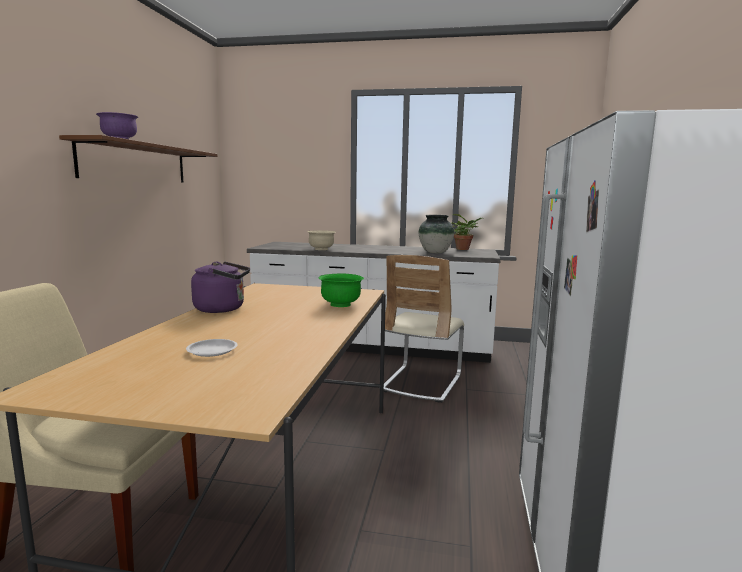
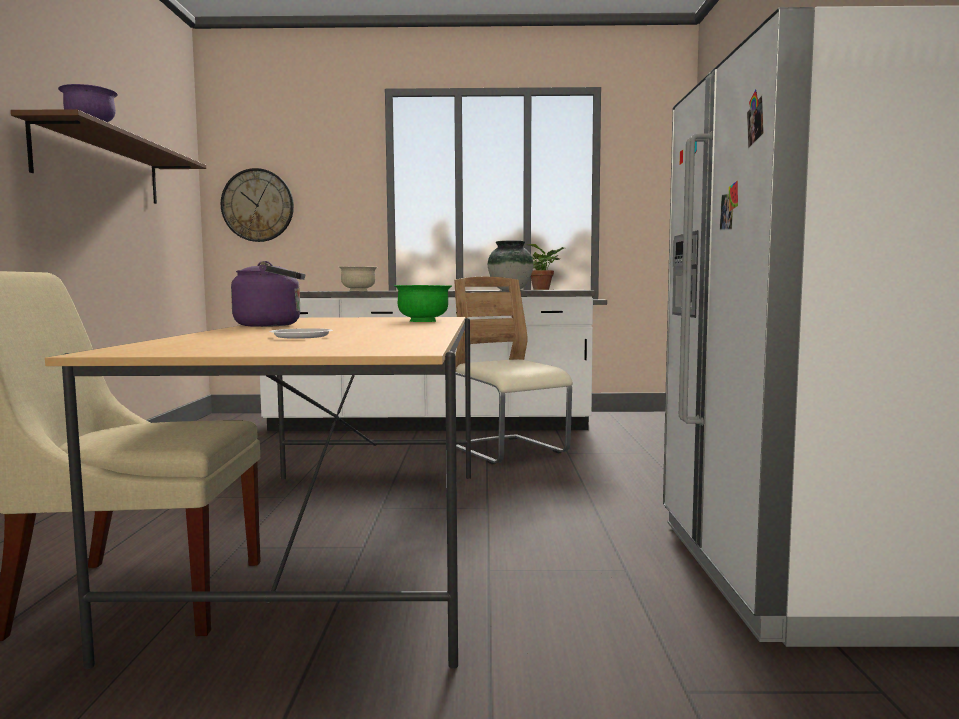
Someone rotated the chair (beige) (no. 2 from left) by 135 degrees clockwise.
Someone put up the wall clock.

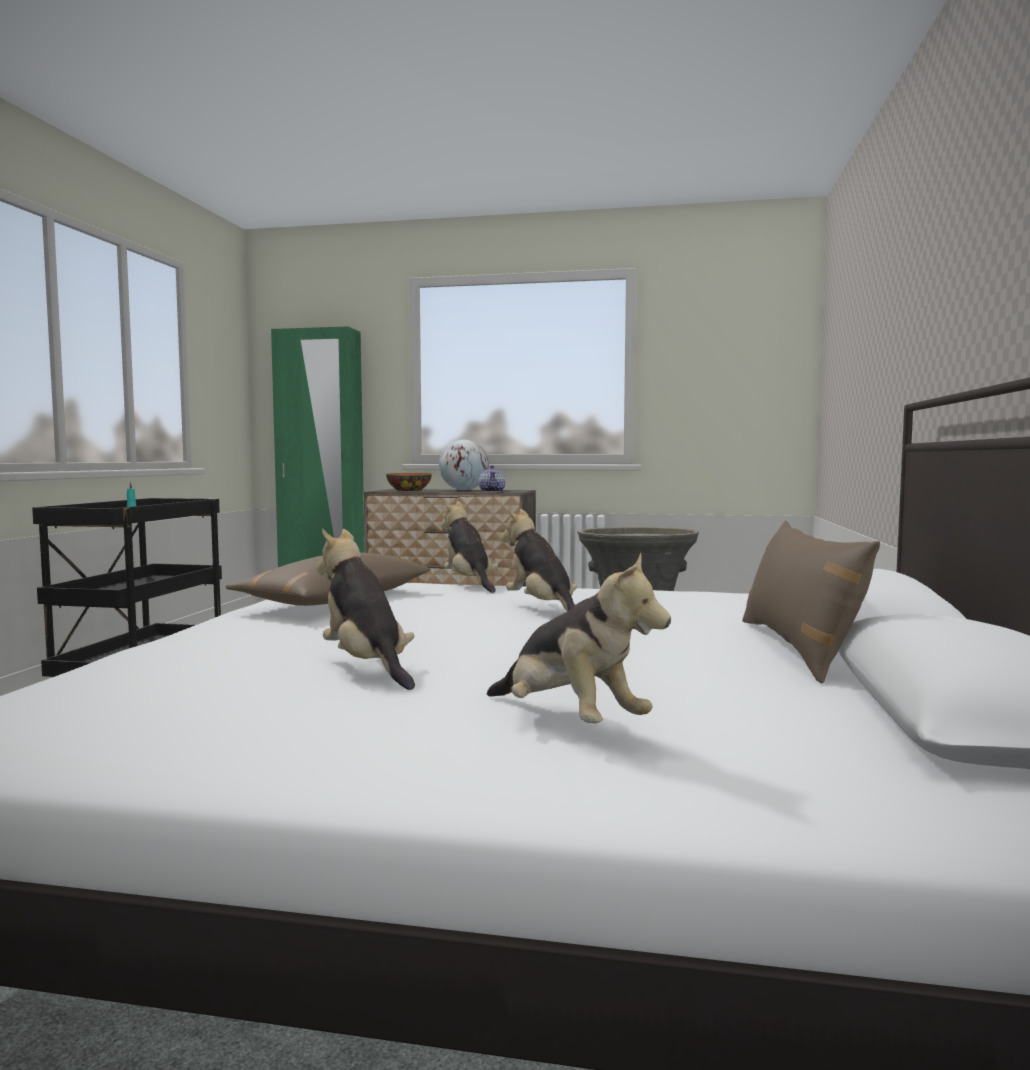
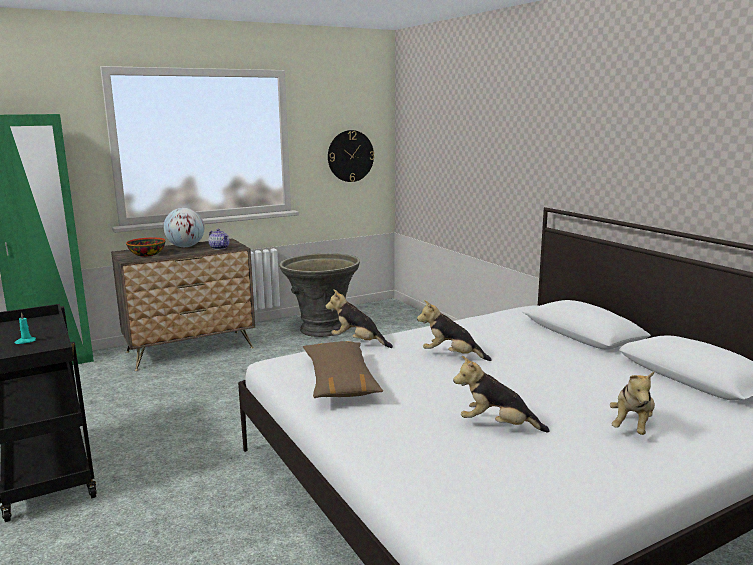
Someone took away the pillow (brown) (no. 2 from left).
Someone rotated the plush toy (no. 4 from left) by 105 degrees clockwise.
Someone put up the wall clock.

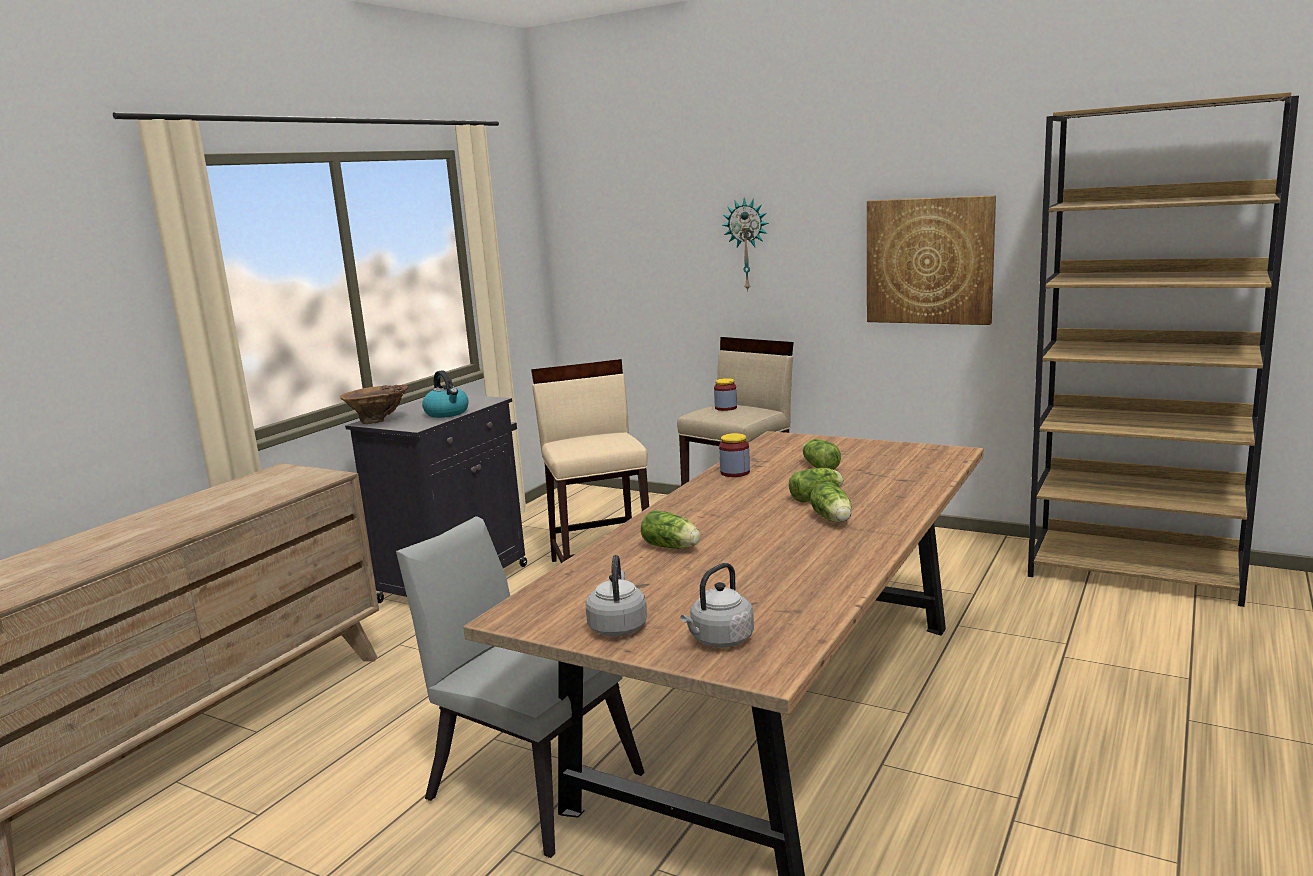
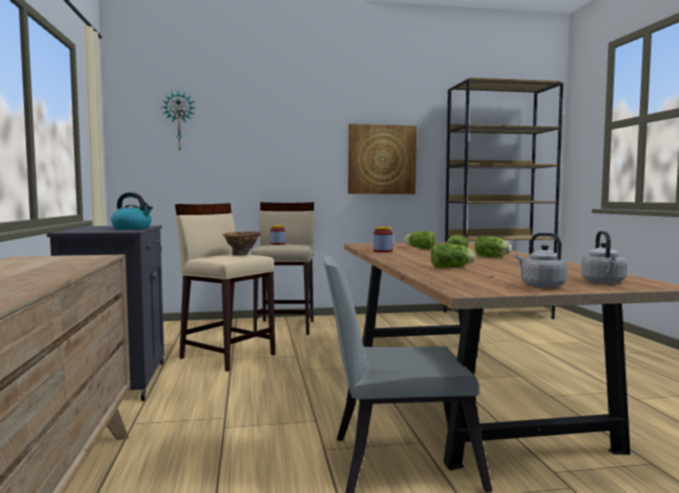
Someone carried the wall clock.
Someone carried the vase (brown).

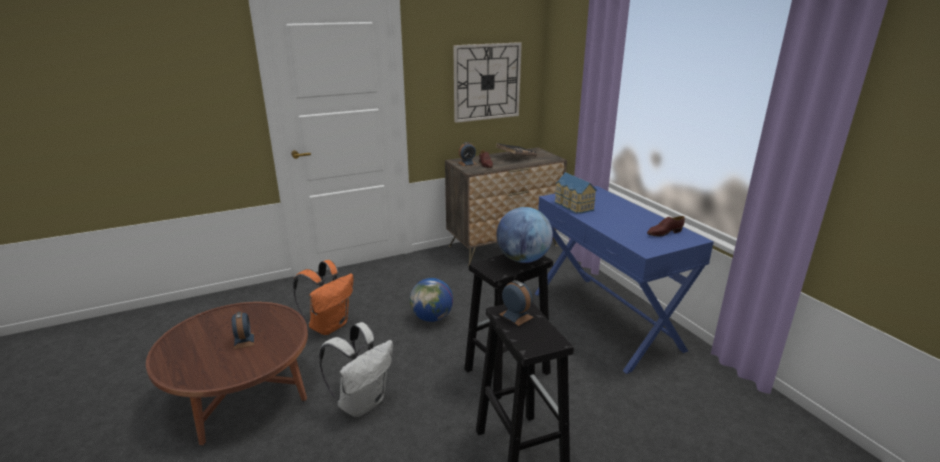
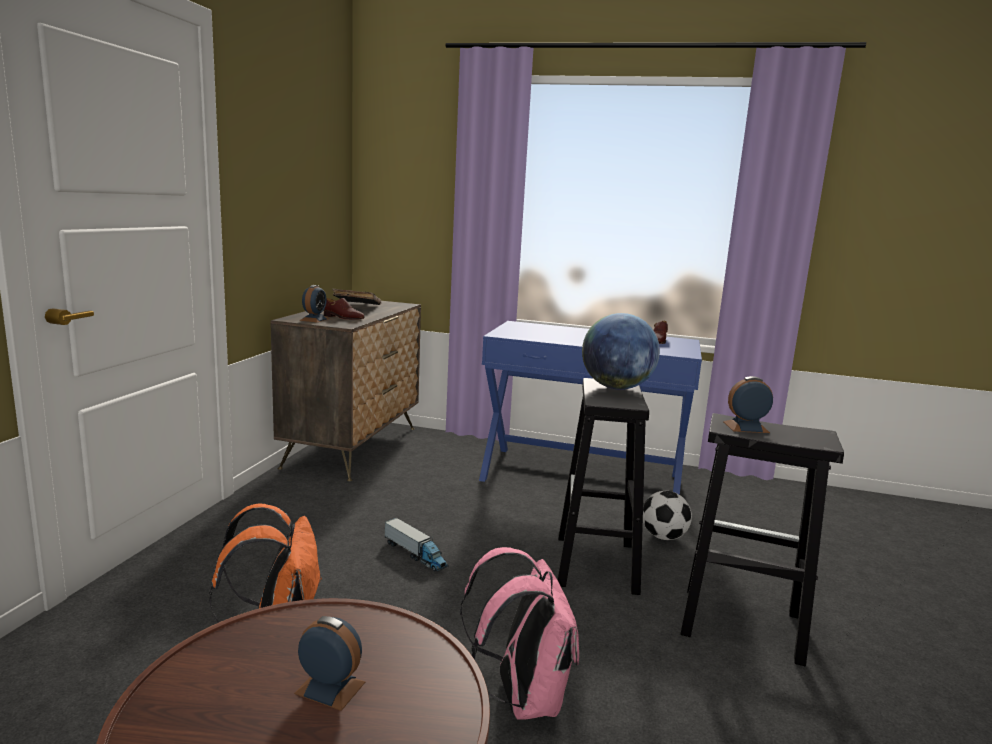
Someone took away the wall clock.
Someone took away the toy house.
Someone swapped the globe (no. 1 from left) for the toy truck.
Someone repainted the backpack (white), which became the backpack (pink).
Someone put down the football.

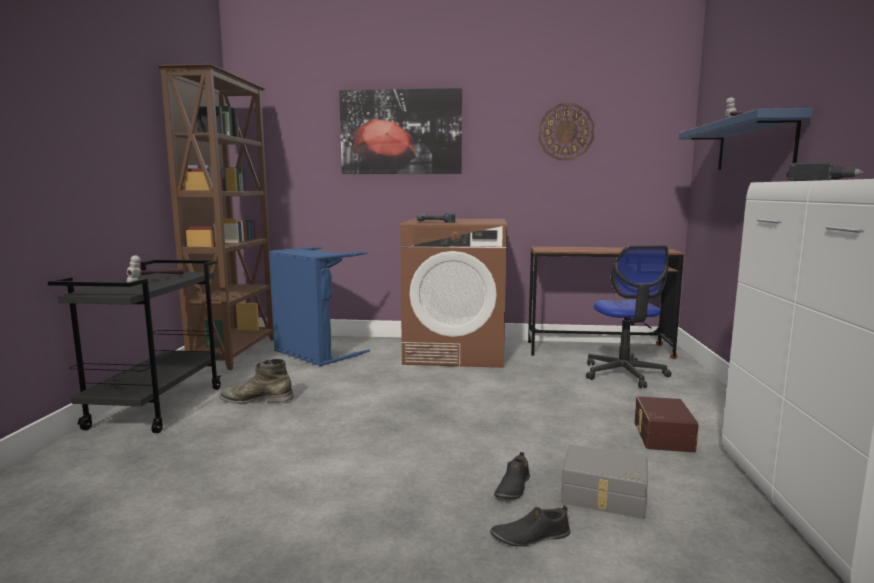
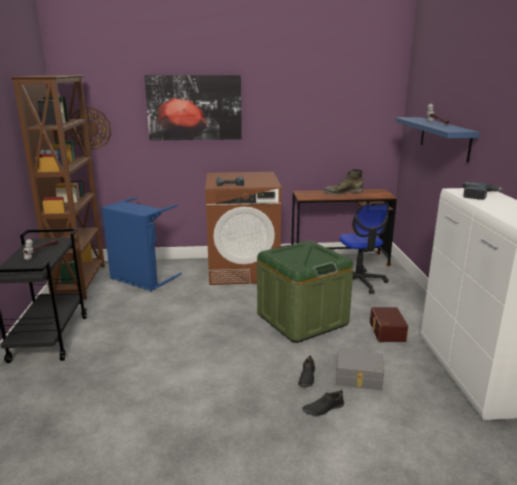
Someone carried the wall clock.
Someone carried the boot (green).
Someone put down the storage box (green).

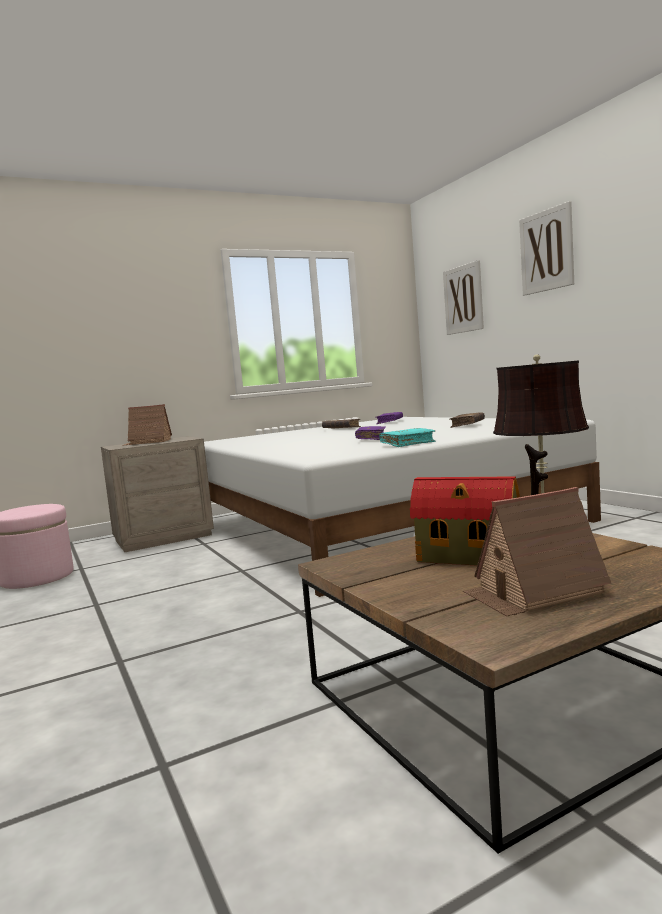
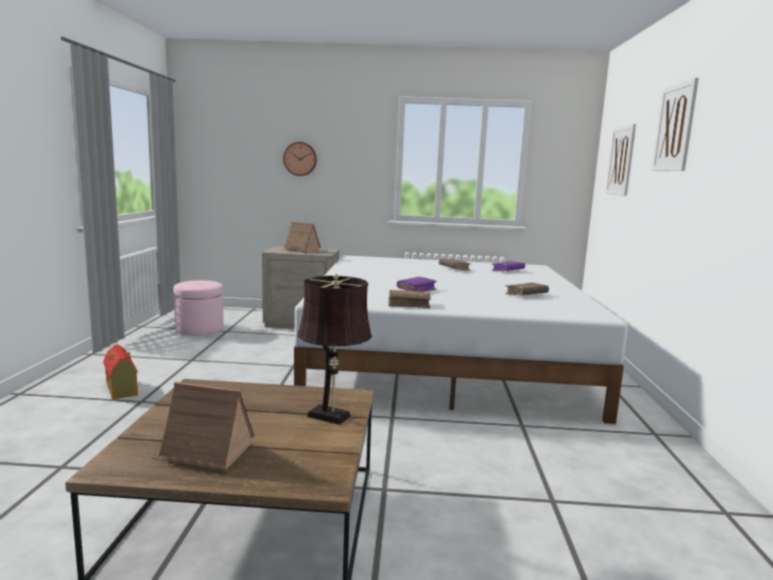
Someone repainted the book (turquoise), which became the book (brown) (no. 1 from left).
Someone carried the toy house (no. 2 from left in the first image).
Someone put up the wall clock.

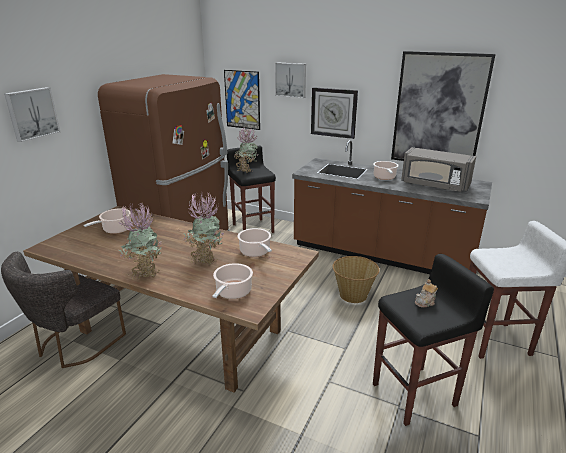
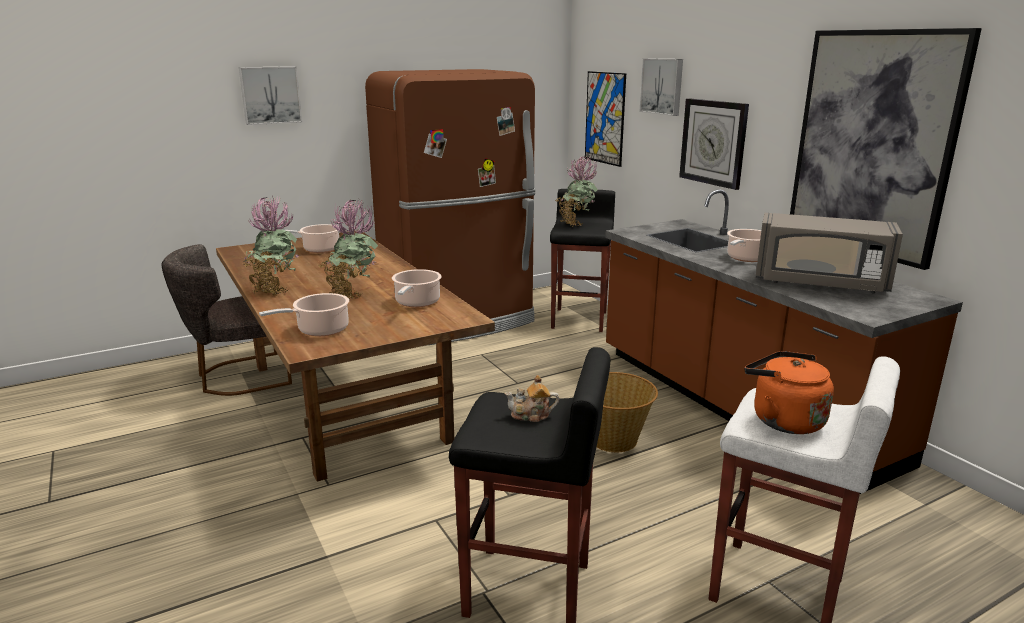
Someone rotated the microwave (grey) by 45 degrees counterclockwise.
Someone put down the kettle (orange).

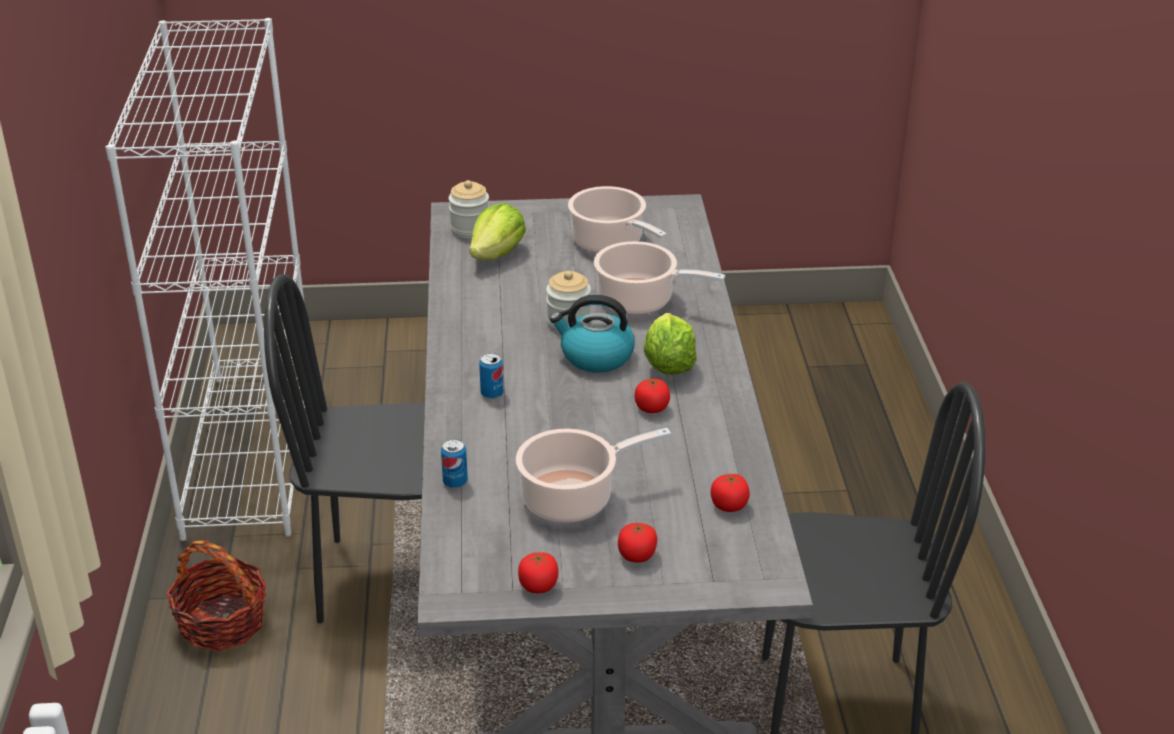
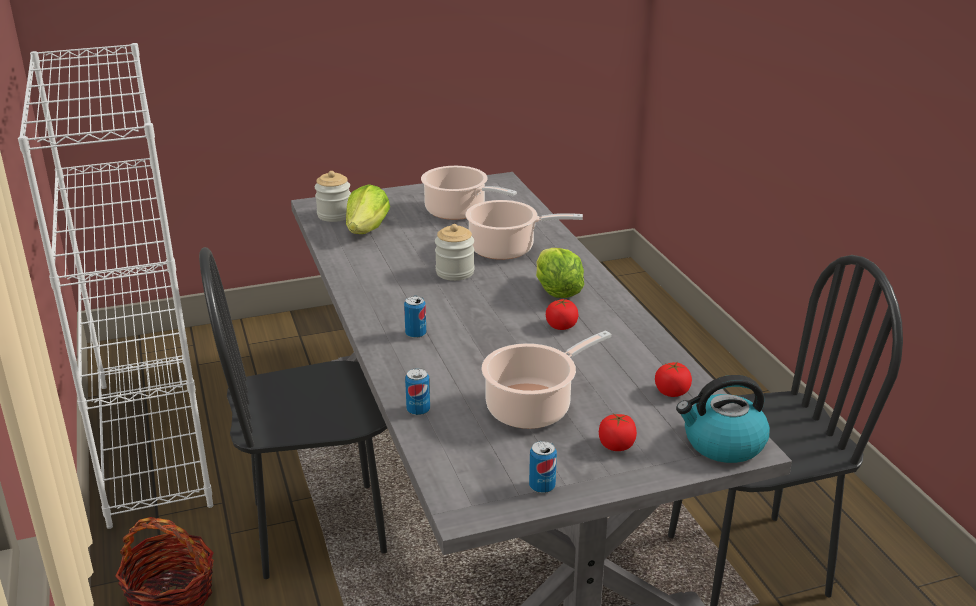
Someone carried the kettle.
Someone swapped the tomato (no. 1 from left) for the can (no. 3 from left).

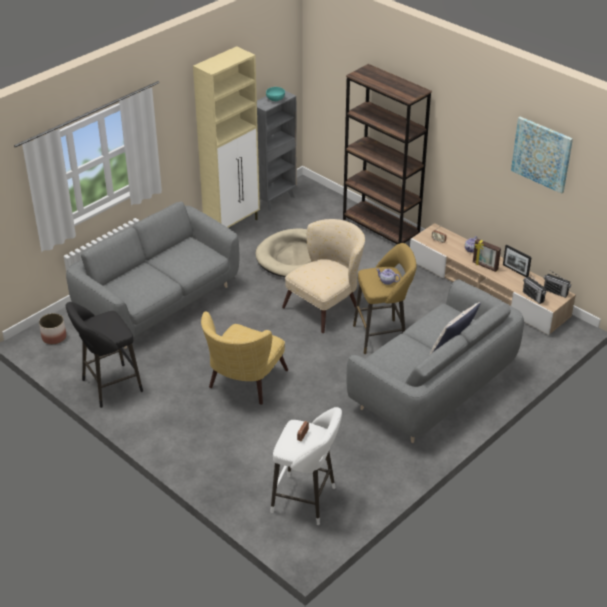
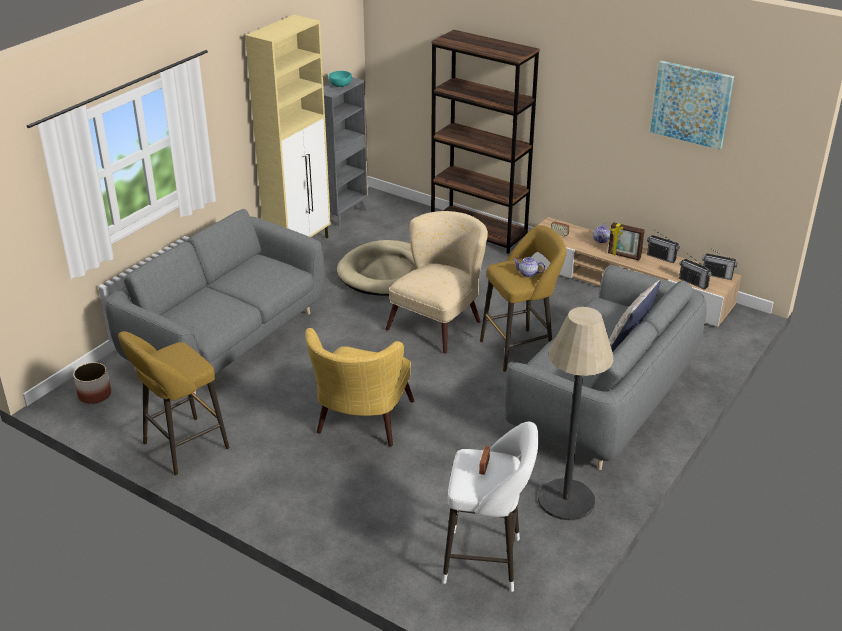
Someone swapped the picture frame (no. 2 from left) for the radio (no. 3 from left).
Someone repainted the stool (black), which became the stool (yellow) (no. 1 from left).
Someone put down the floor lamp.

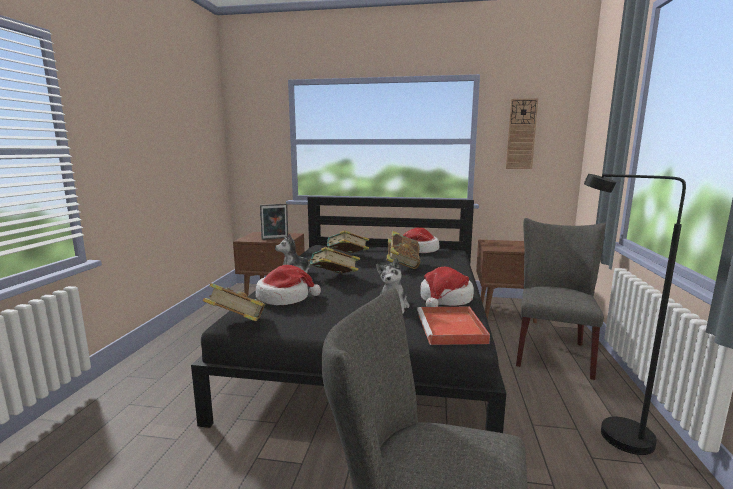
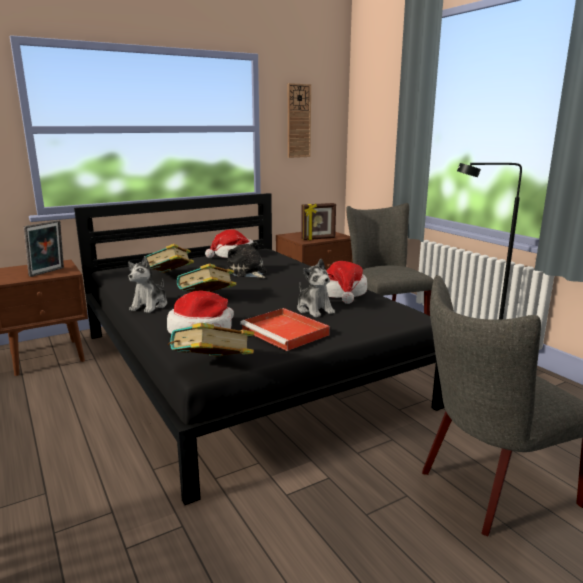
Someone swapped the book (no. 4 from left) for the plush toy (no. 2 from left).
Someone carried the tray (red).
Someone put down the picture frame (no. 2 from left).

